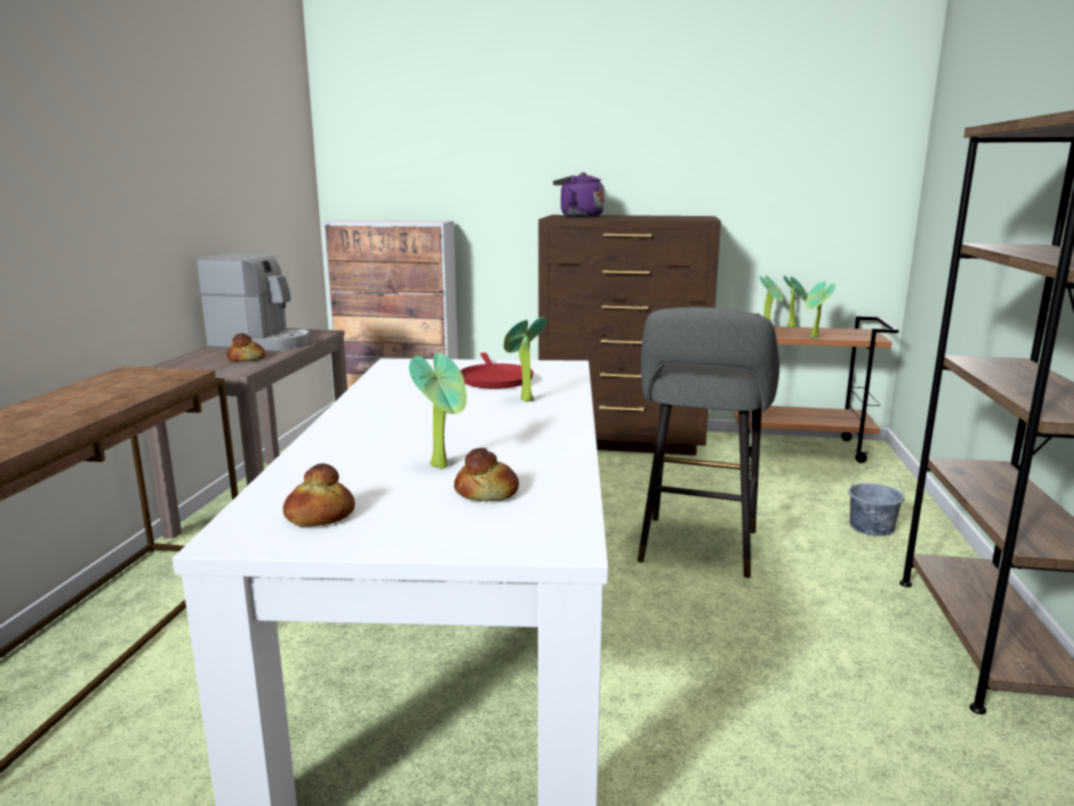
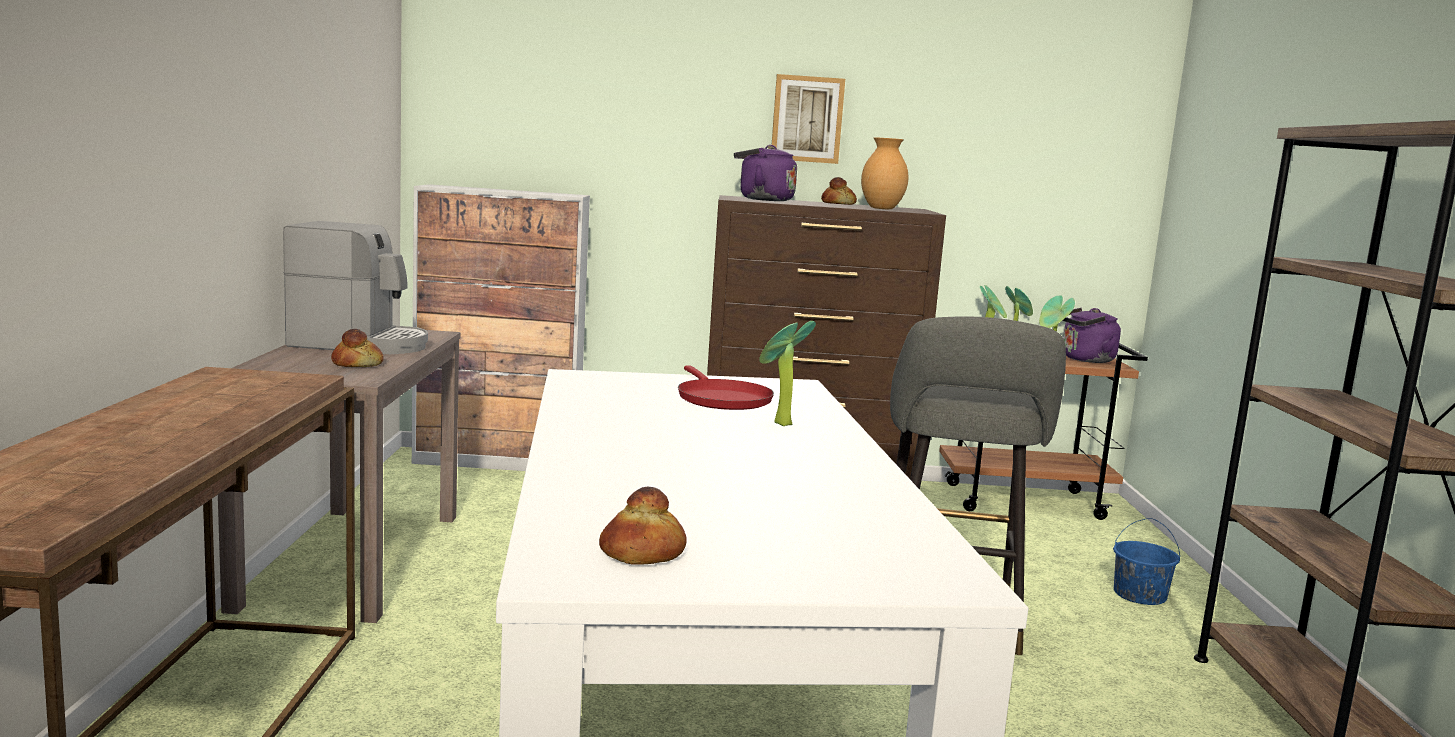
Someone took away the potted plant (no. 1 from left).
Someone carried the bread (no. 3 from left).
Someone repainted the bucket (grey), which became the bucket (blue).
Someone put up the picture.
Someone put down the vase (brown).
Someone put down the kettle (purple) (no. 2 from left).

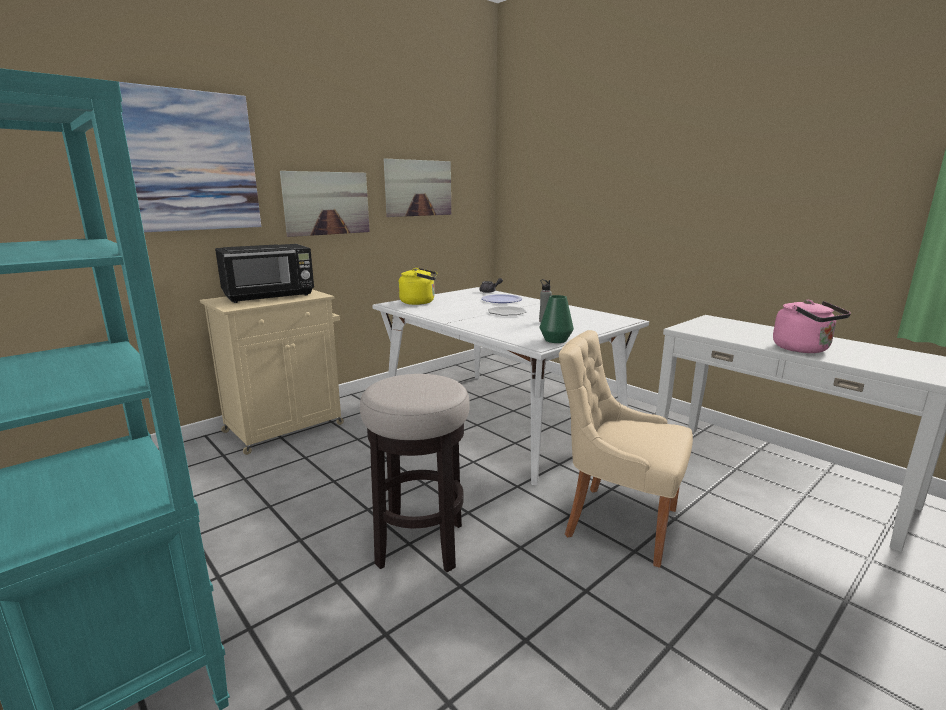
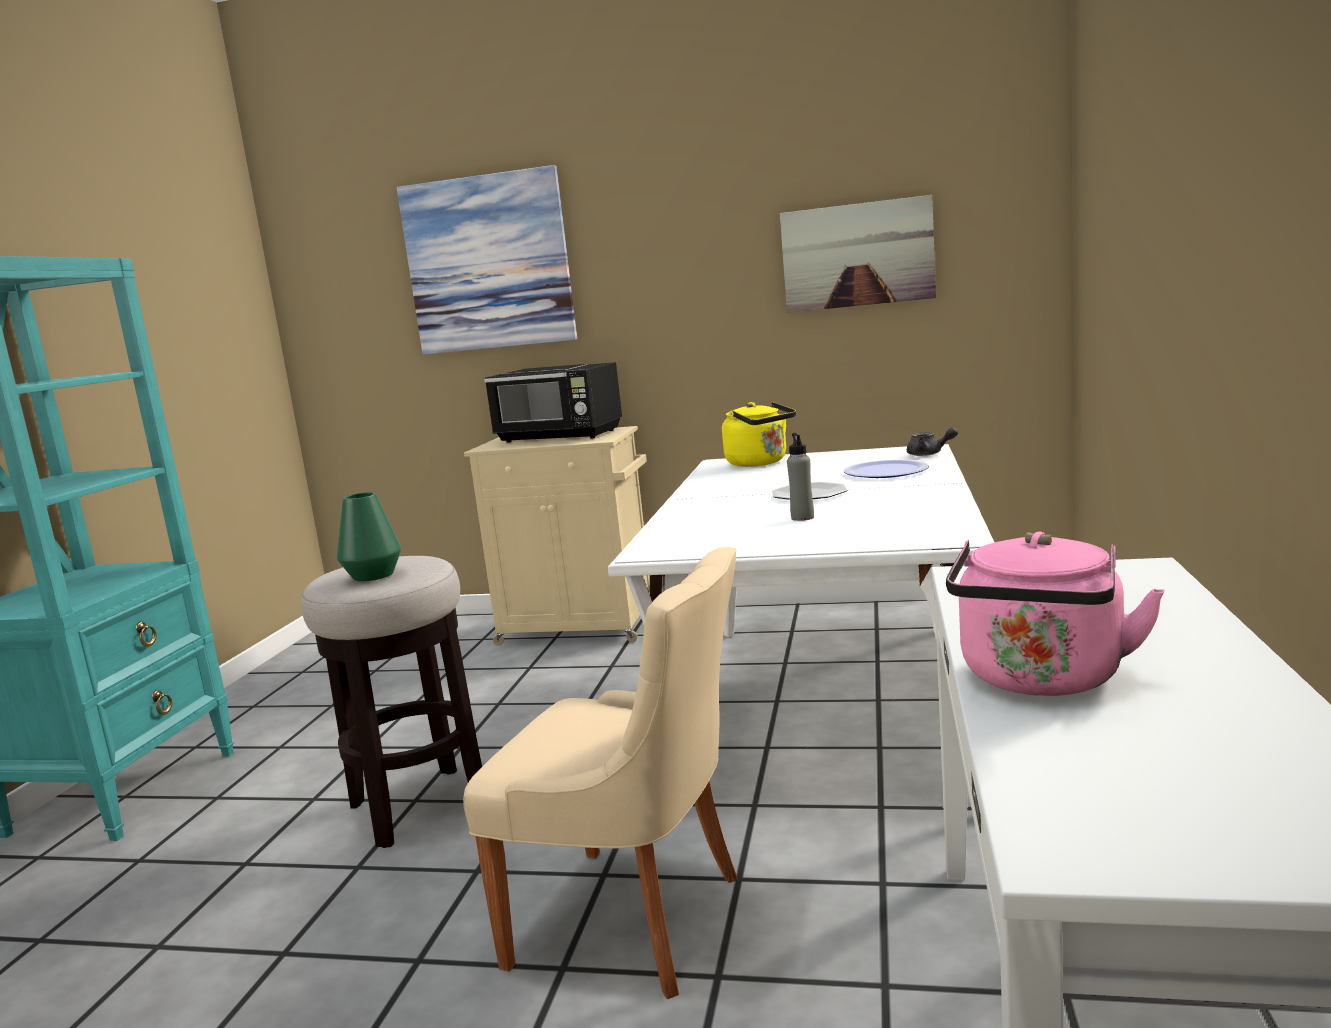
Someone took away the picture (no. 2 from left).
Someone carried the vase (green).
Someone rotated the chair (beige) by 120 degrees clockwise.

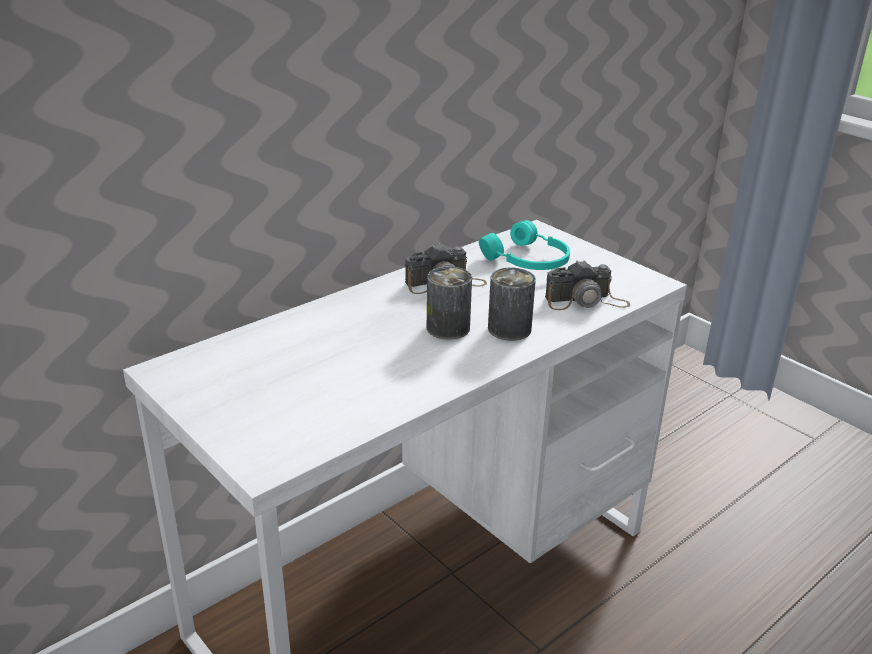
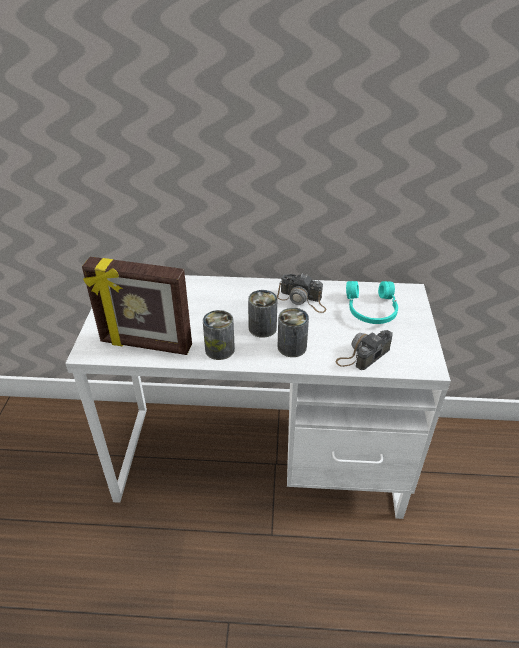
Someone rotated the photo camera (no. 2 from left) by 105 degrees clockwise.
Someone put down the picture frame.
Someone put down the can (no. 1 from left).

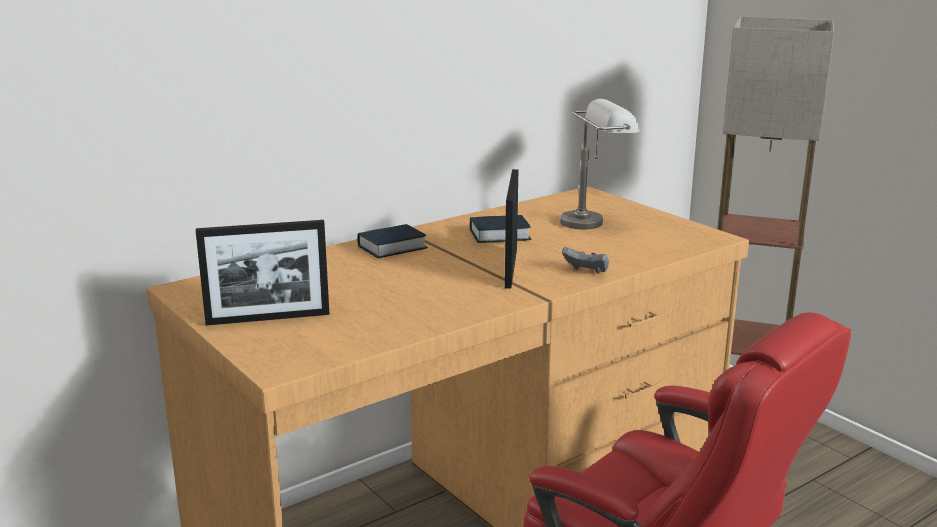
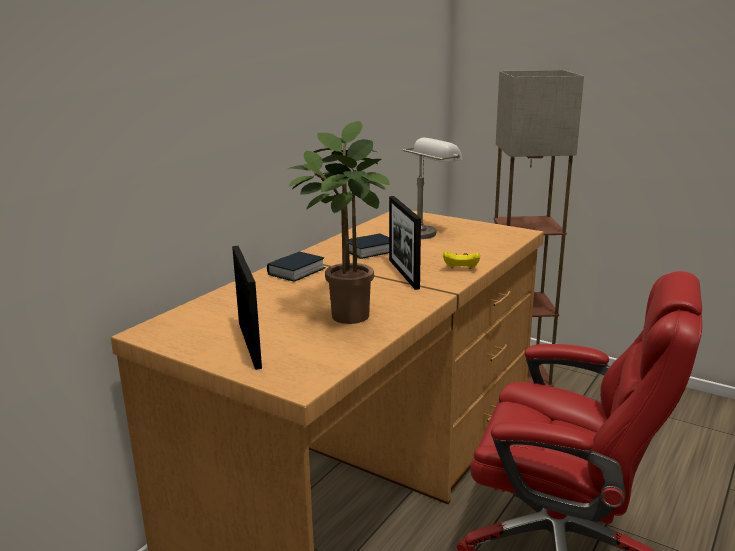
Someone rotated the picture frame (no. 1 from left) by 75 degrees counterclockwise.
Someone repainted the game controller (grey), which became the game controller (yellow).
Someone put down the potted plant.

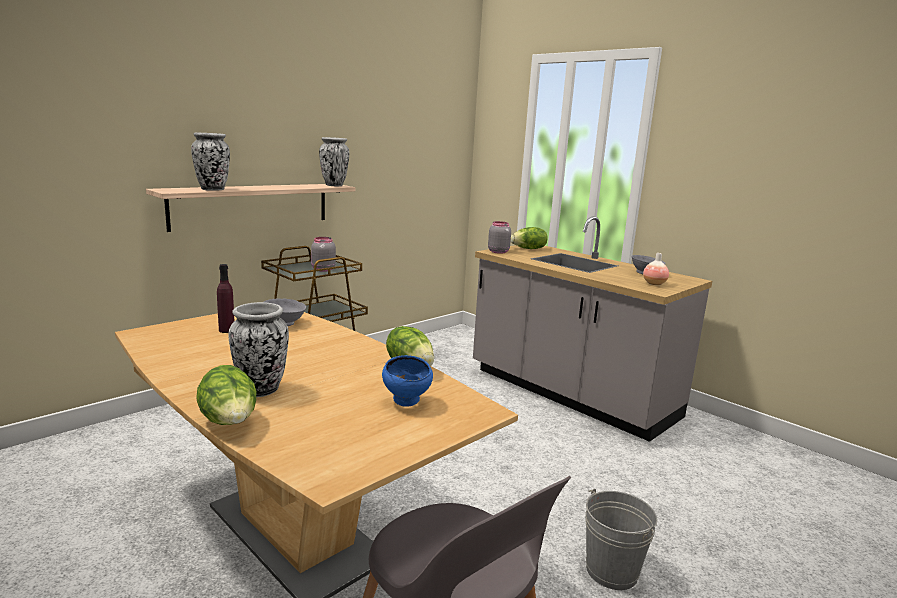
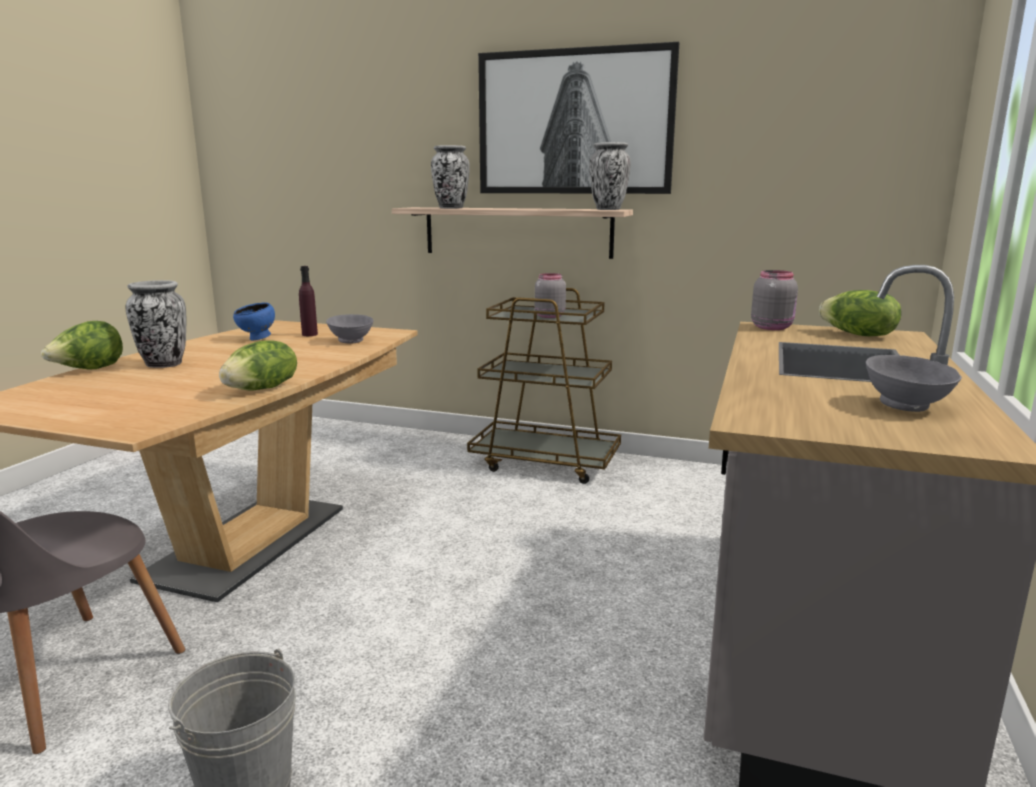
Someone took away the vase (no. 4 from left).
Someone carried the bowl (blue).
Someone put up the picture.

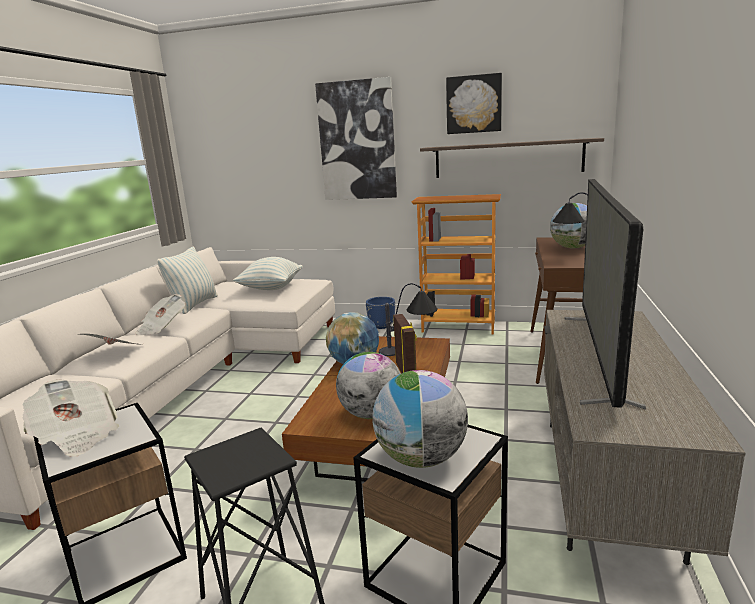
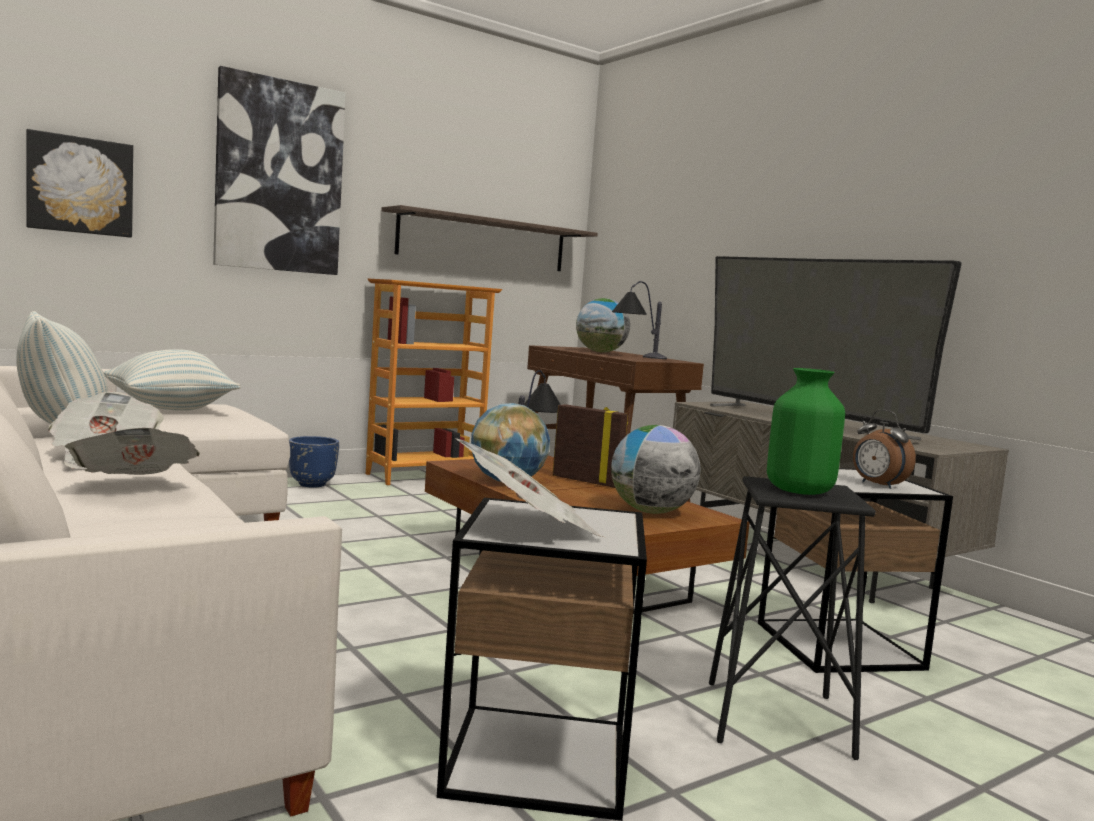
Someone carried the picture (no. 2 from left in the first image).
Someone swapped the globe (no. 3 from left) for the alarm clock.
Someone put down the vase (green).

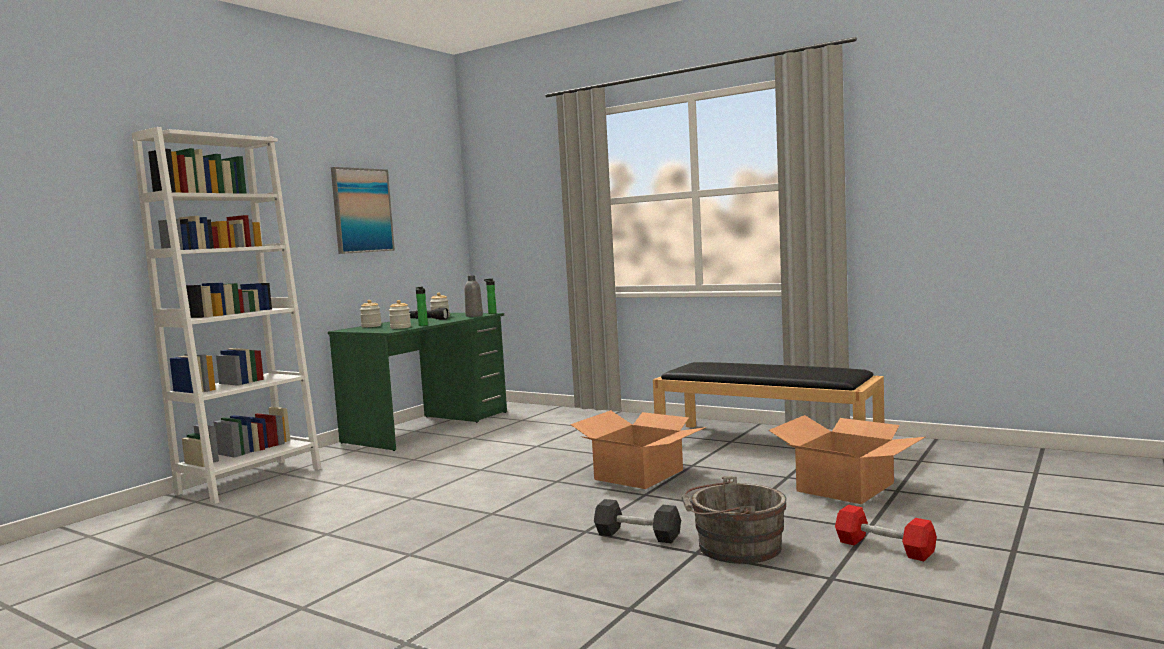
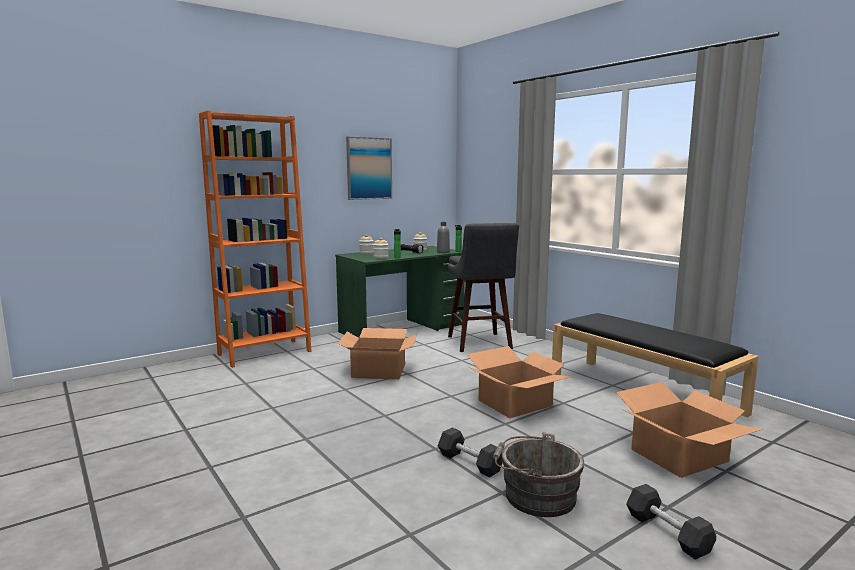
Someone repainted the bookcase (white), which became the bookcase (orange).
Someone repainted the dumbbell (red), which became the dumbbell (black) (no. 2 from left).
Someone put down the stool (grey).
Someone put down the cardboard box (no. 1 from left).

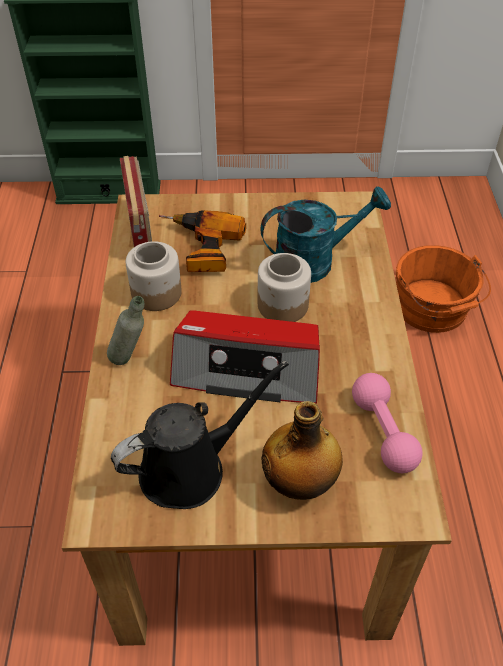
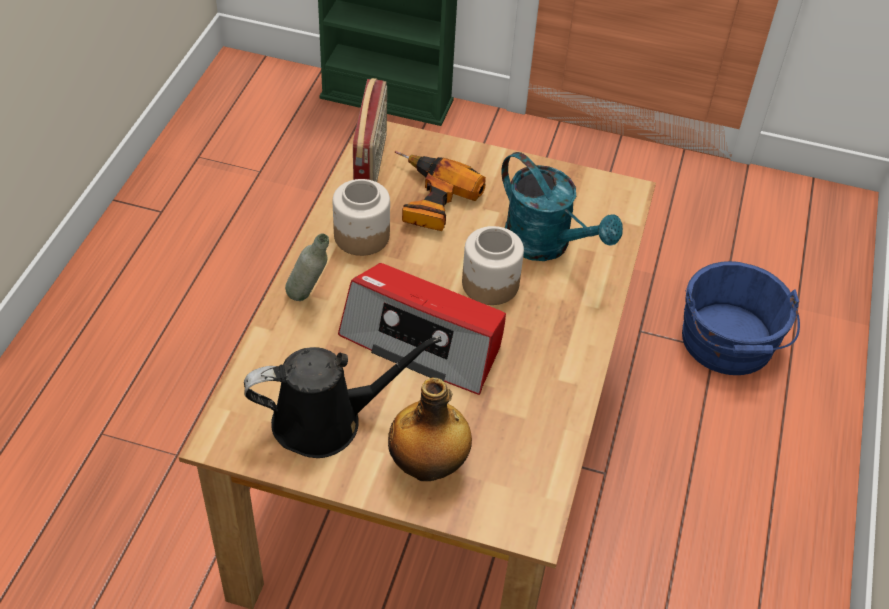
Someone rotated the watering can (turquoise) by 45 degrees clockwise.
Someone repainted the bucket (orange), which became the bucket (blue).
Someone took away the dumbbell (pink).

